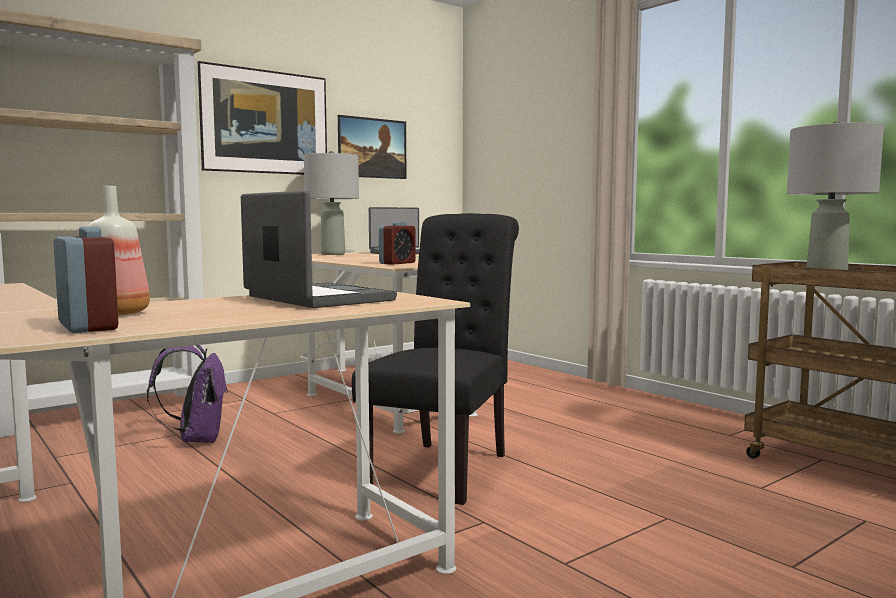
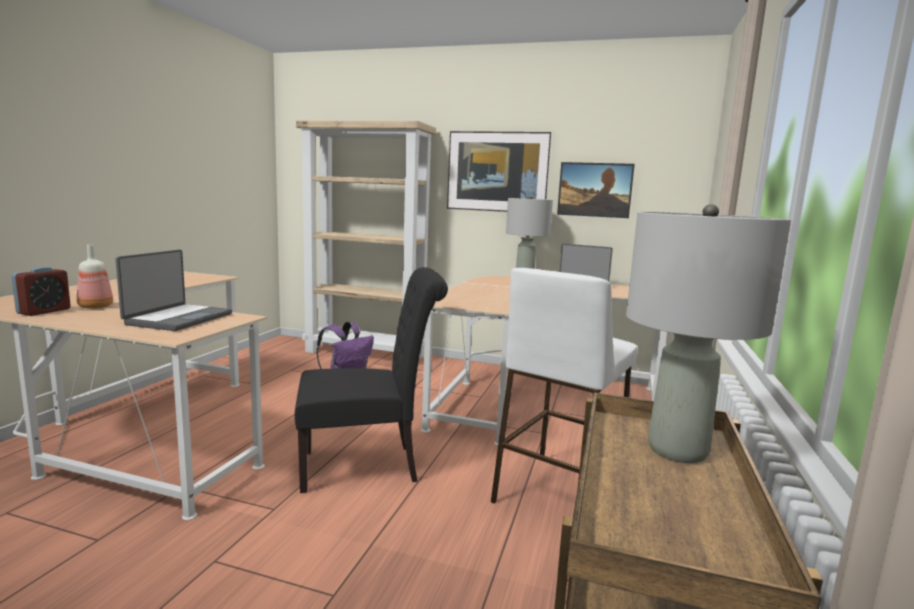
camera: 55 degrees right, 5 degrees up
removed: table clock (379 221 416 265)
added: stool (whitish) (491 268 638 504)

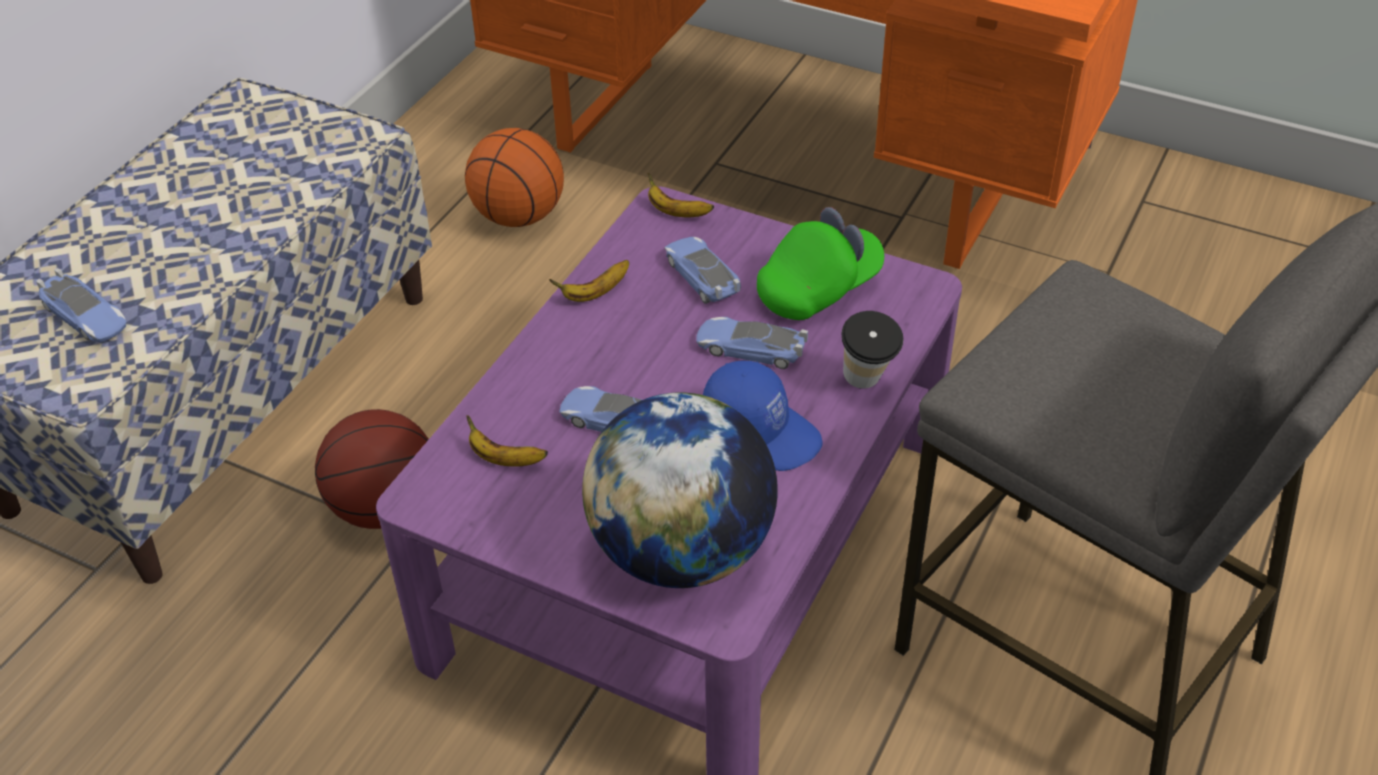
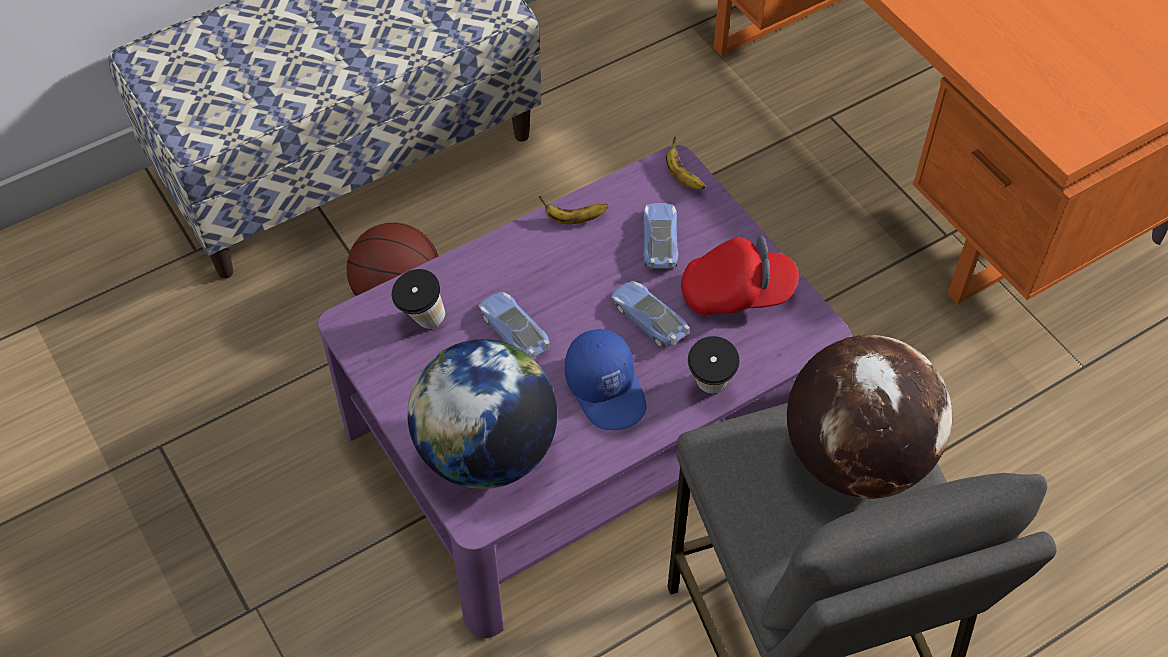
camera: 30 degrees right, 10 degrees up
removed: miniature car (36 268 126 342); ball for basketball (465 128 564 227)
added: globe (787 335 952 499)
replaced: banana fruit (466 415 548 467) to small cup (392 269 445 329)
recoloured: cap (greenish) (757 207 884 320) to cap (reddish) (681 235 799 316)

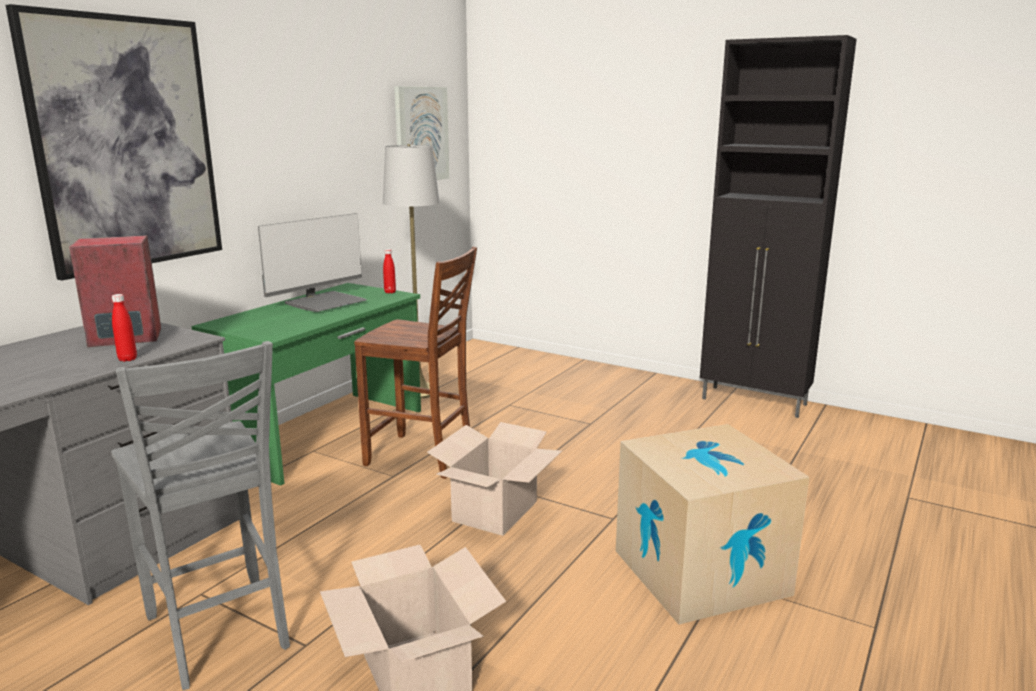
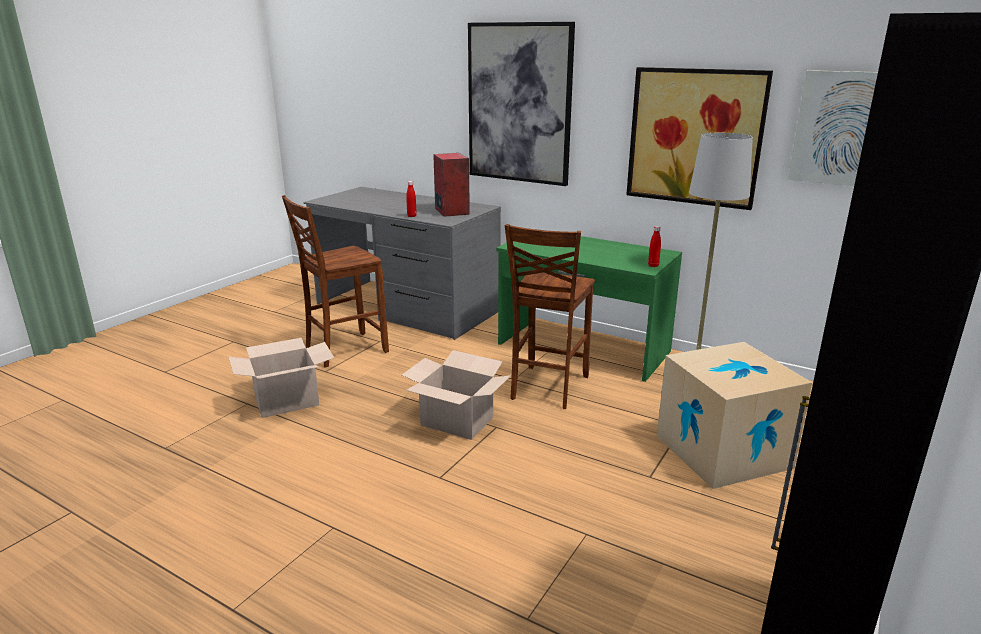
camera: 90 degrees right, 5 degrees up
removed: computer display (258 213 367 312)
added: wall art (626 67 773 210)
moved: carton (616 424 809 625) to (657 342 812 489)
recoloured: upright chair (grey) (111 341 290 690) to upright chair (brown) (282 195 389 368)

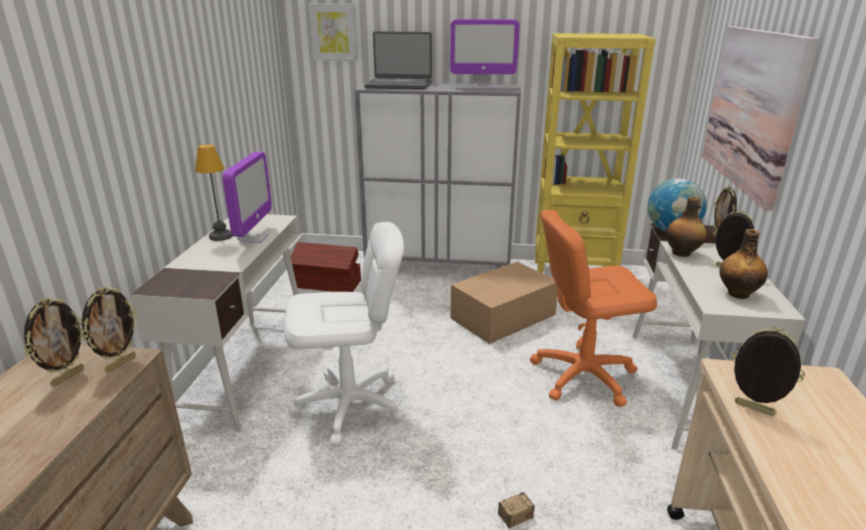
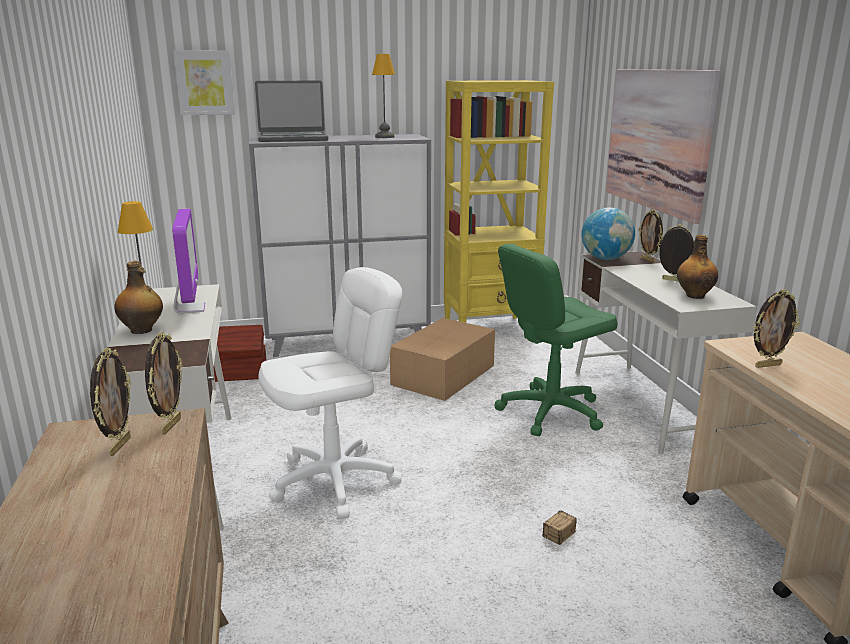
camera: 20 degrees left, 5 degrees down
moved: drink bottle (666 196 707 257) to (114 261 163 334)
replaced: computer display (450 19 520 89) to table lamp (372 54 395 138)
recoloured: computer chair (orangey) (530 210 657 407) to computer chair (greenish) (495 244 618 436)
turned: standing frame (732 326 805 416) = (753 289 800 368) 150 degrees clockwise

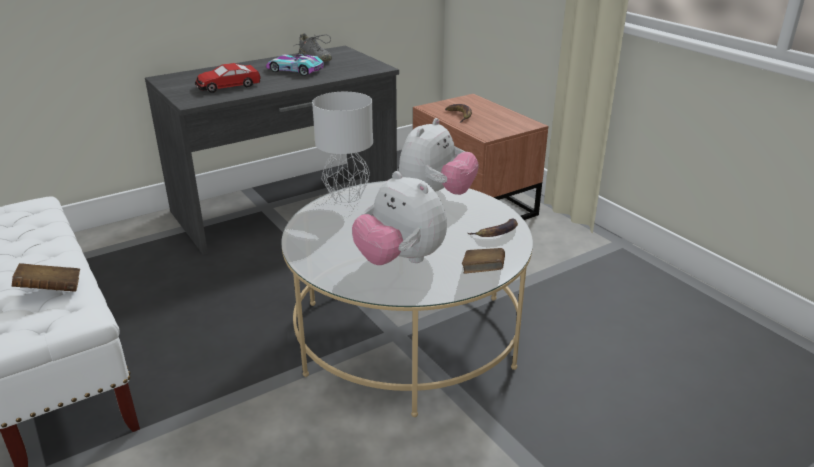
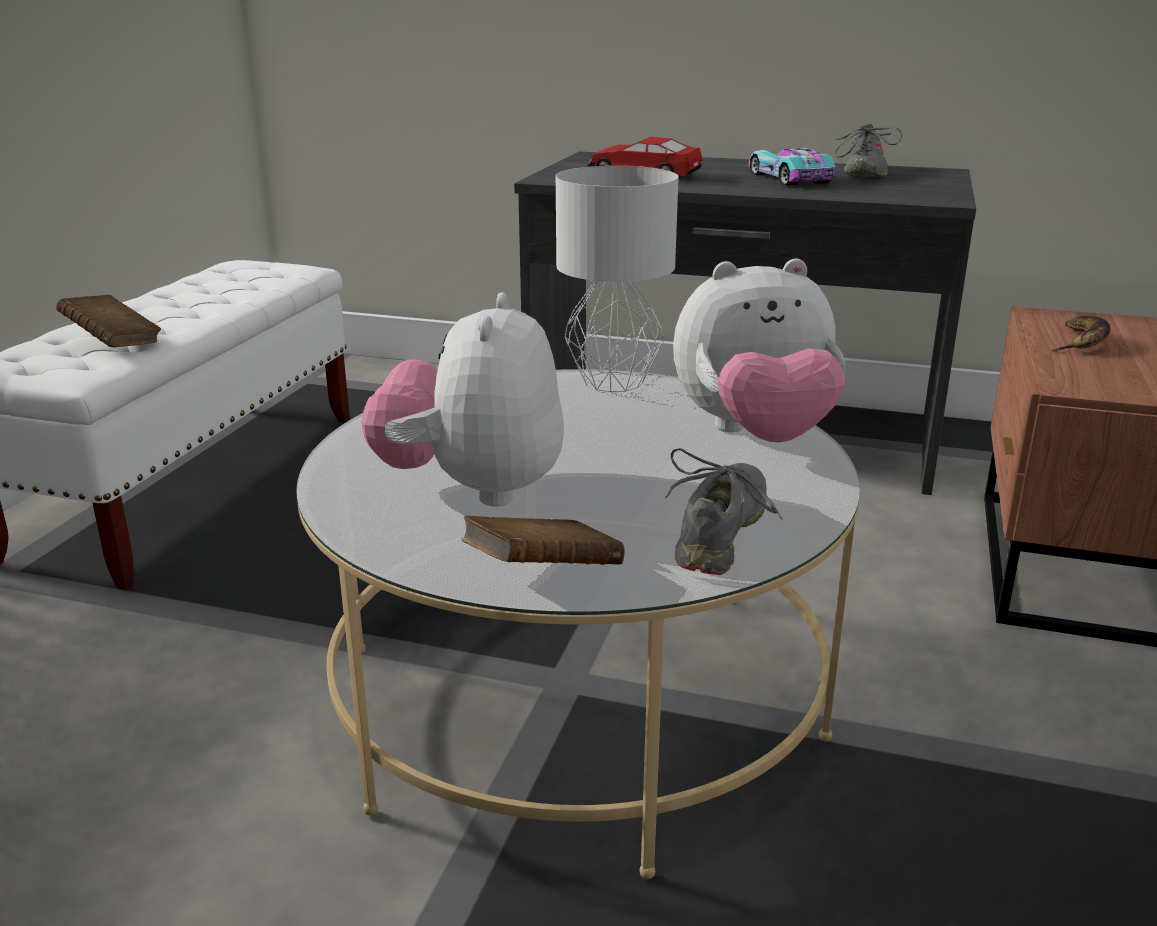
camera: 50 degrees right, 5 degrees down
replaced: banana fruit (468 219 518 237) to low shoe (grey) (665 448 783 575)

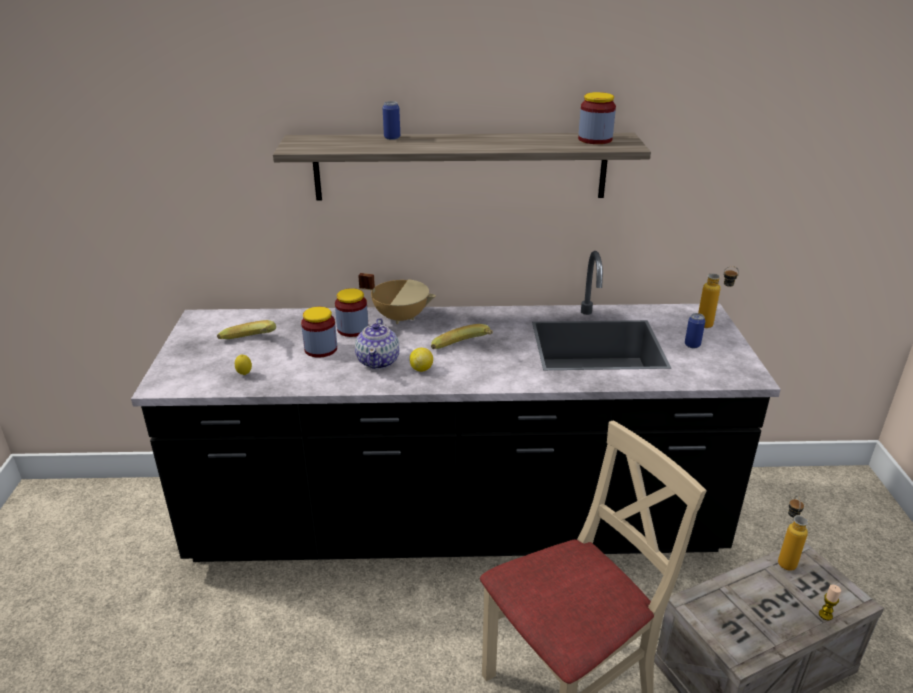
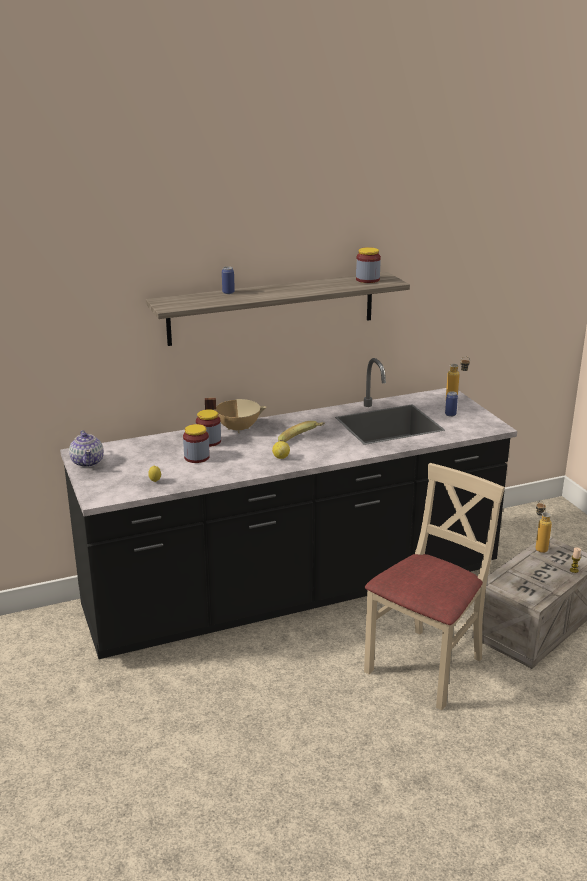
camera: 20 degrees left, 5 degrees down
removed: banana fruit (217 320 276 339)
moved: tea pot (355 318 399 369) to (69 430 104 467)

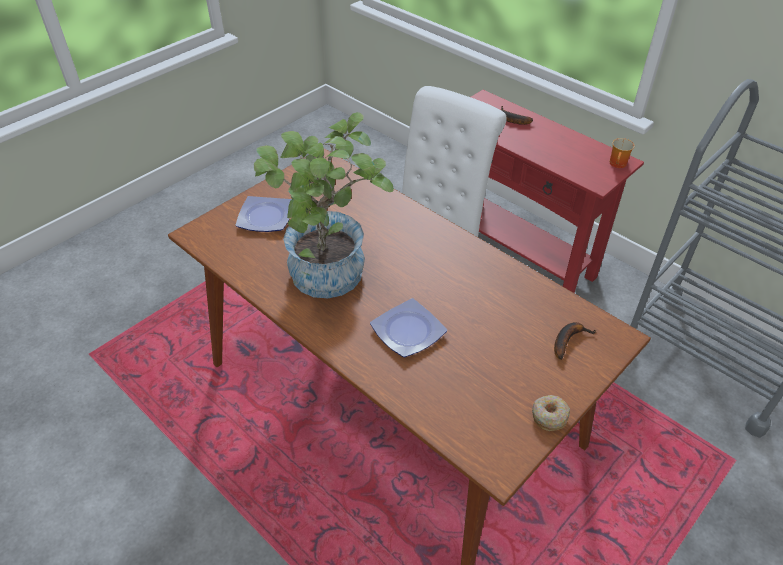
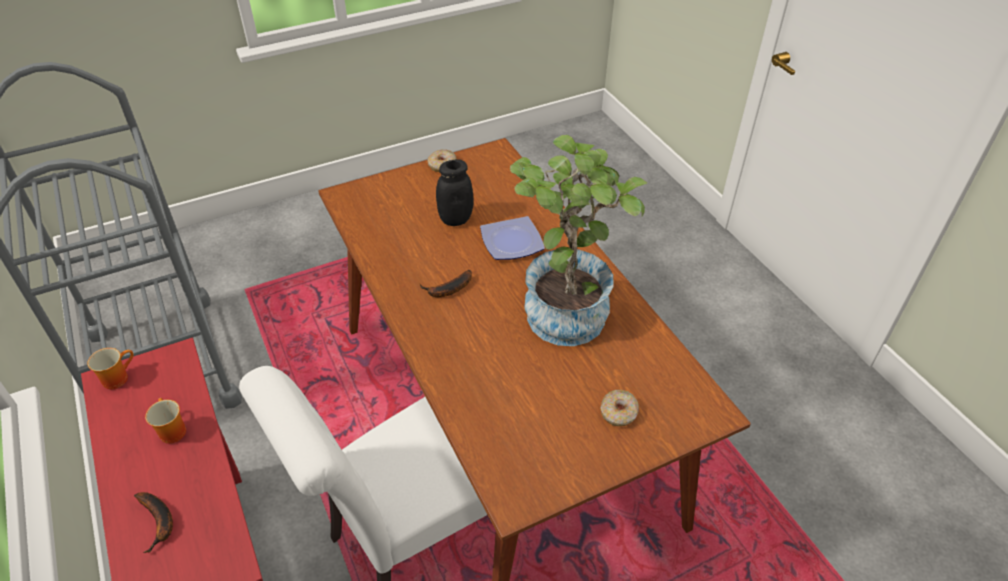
camera: 160 degrees left, 0 degrees up
added: coffee mug (145 398 186 444); jar (black) (436 159 473 226)
moved: banana fruit (554 322 597 360) to (420 270 472 297)
replaced: plate (236 196 292 232) to donut (600 390 639 426)

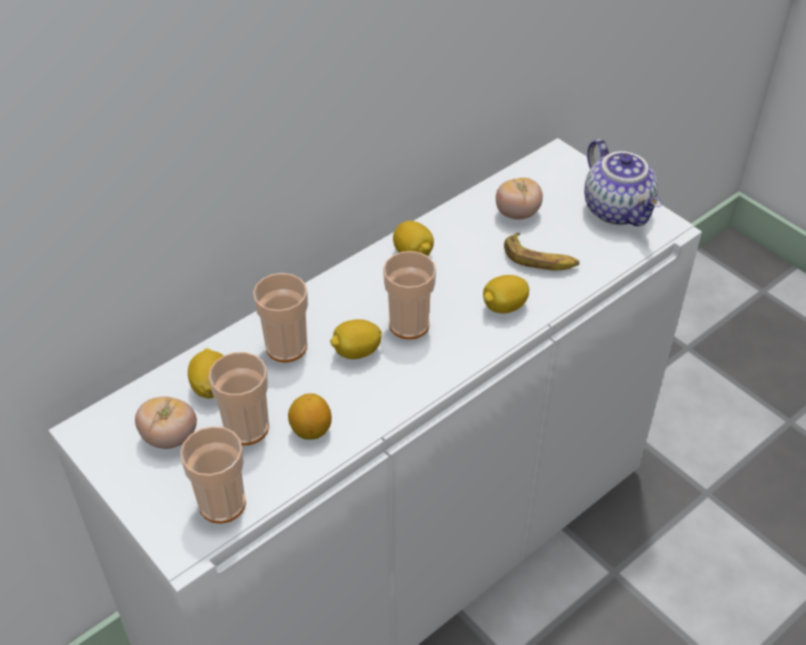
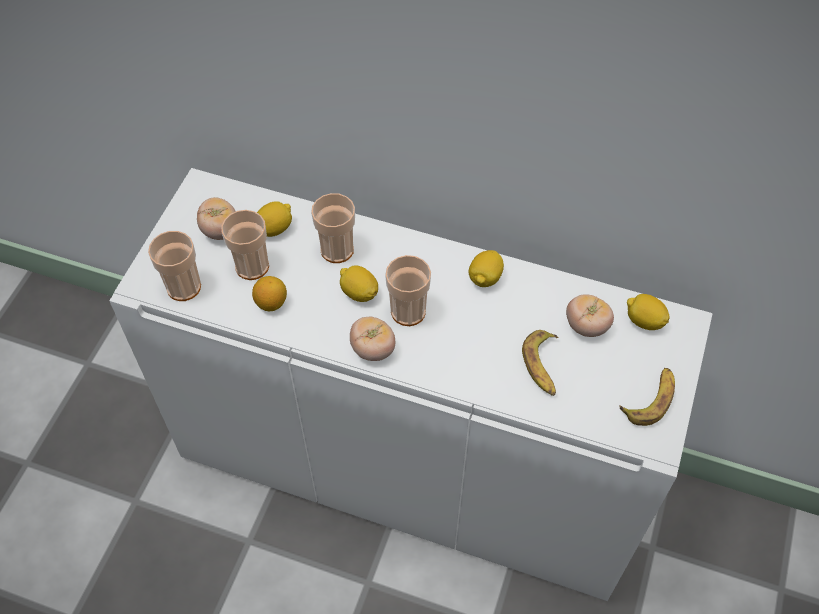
camera: 60 degrees right, 10 degrees up
added: fresh tomato (350 317 395 361)
moved: lemon (483 275 529 313) to (627 294 670 330)
replaced: tea pot (584 139 661 226) to banana fruit (620 368 675 426)

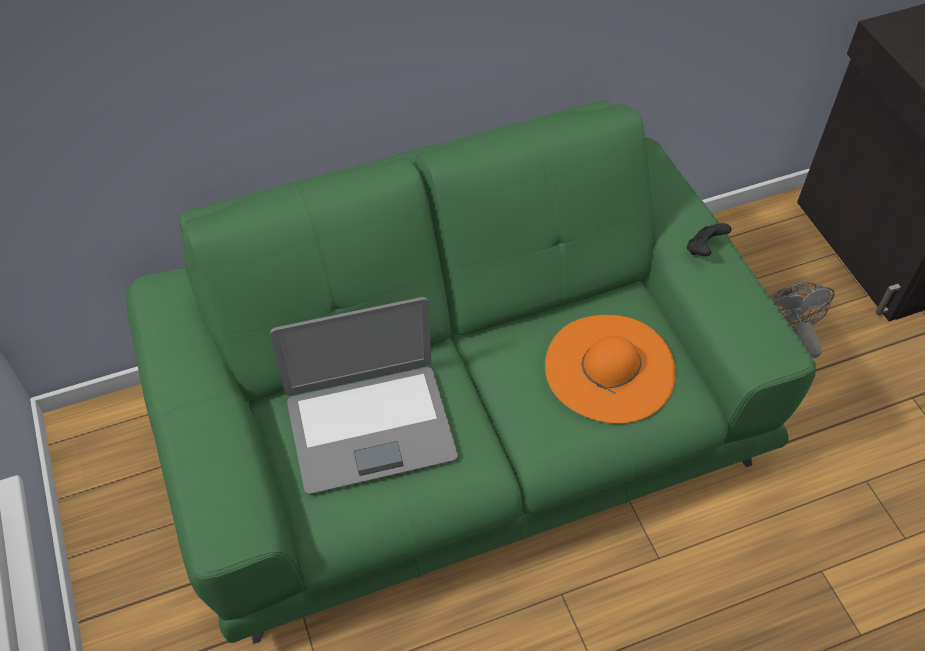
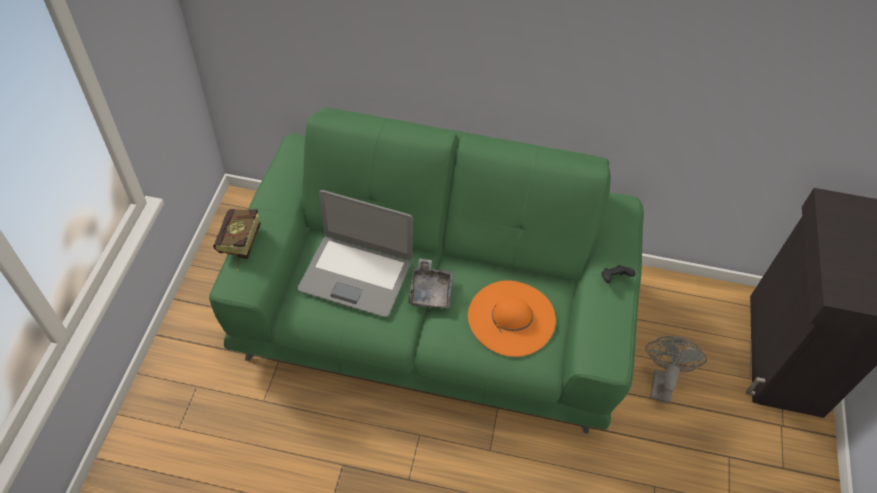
camera: 30 degrees right, 0 degrees up
added: book (213 209 261 271); carrying tray (grey) (408 258 454 308)

